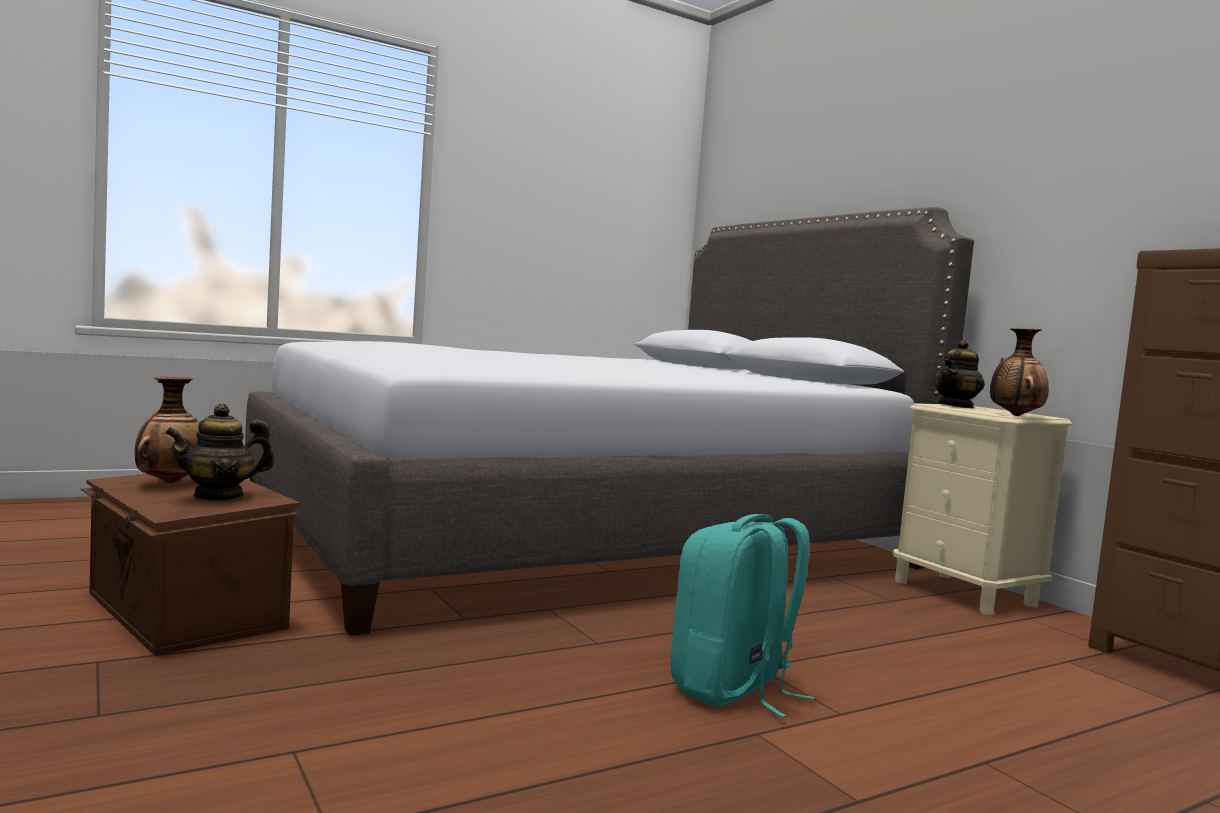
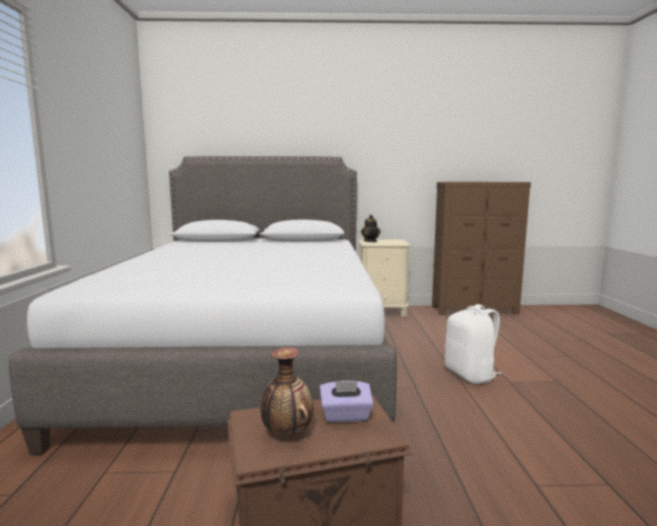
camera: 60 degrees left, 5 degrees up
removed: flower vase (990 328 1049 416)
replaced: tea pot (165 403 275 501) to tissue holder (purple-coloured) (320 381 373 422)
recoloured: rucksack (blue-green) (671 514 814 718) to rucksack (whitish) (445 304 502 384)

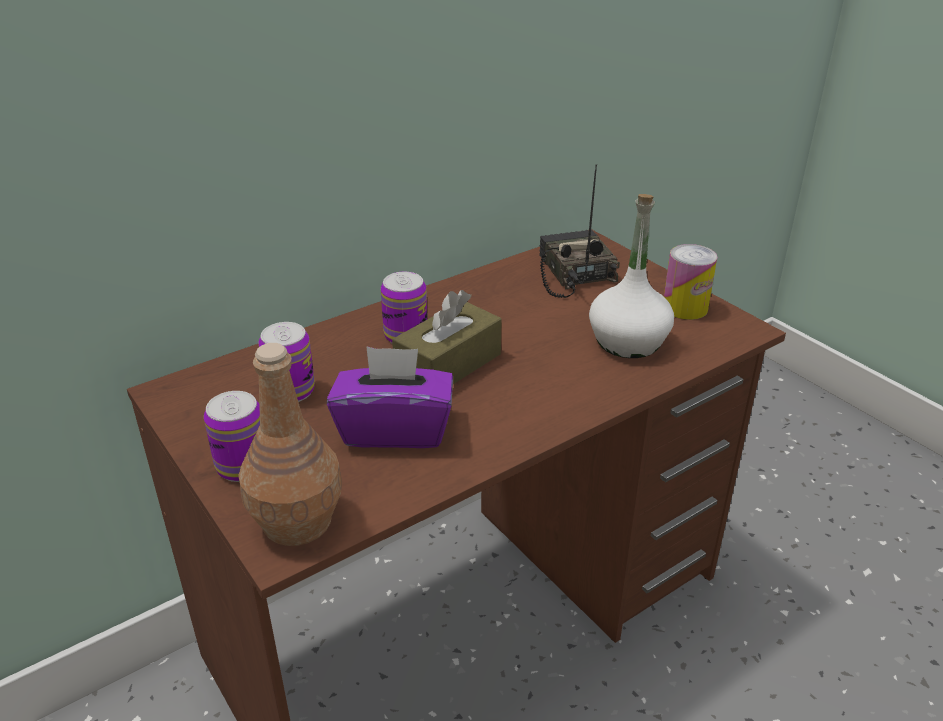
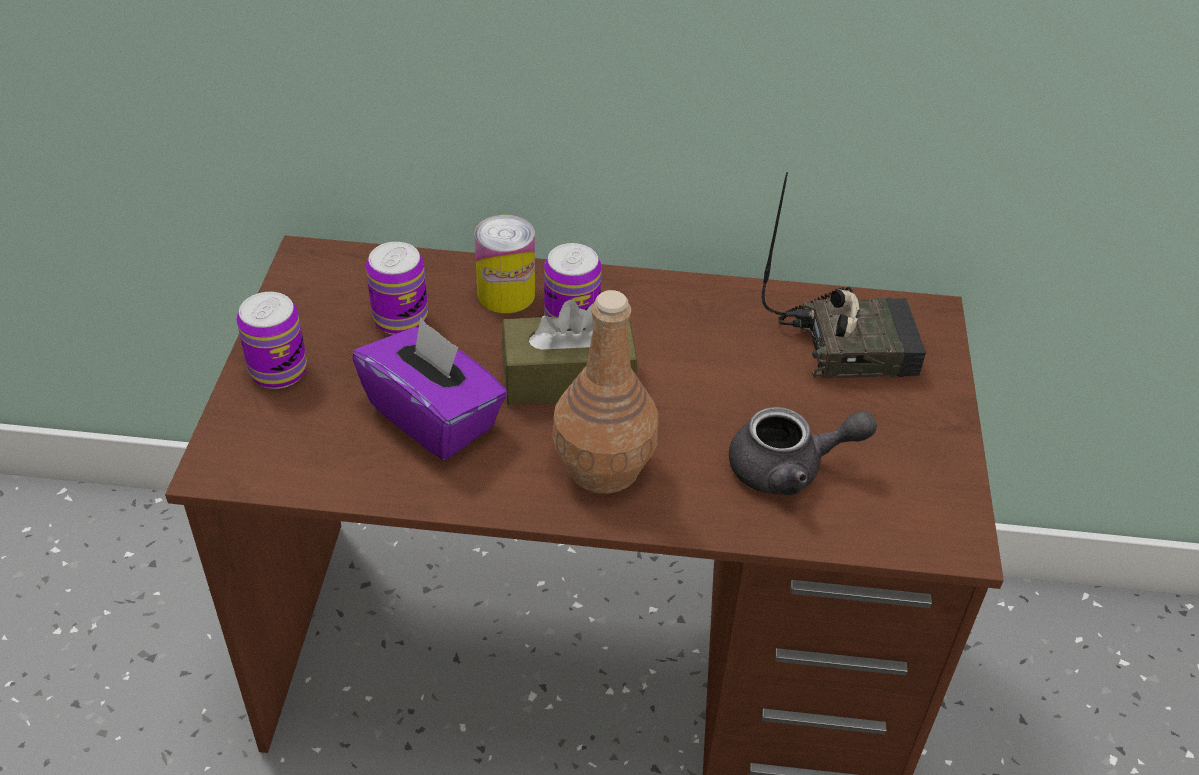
camera: 40 degrees right, 10 degrees up
moved: drink bottle (brown) (238 343 342 546) to (552 290 658 494); metal can (664 244 717 320) to (475 215 535 313)
replaced: drink bottle (whitish) (589 194 674 358) to tea pot (grey) (729 407 877 495)
turned: radio (539 164 620 298) = (762 172 926 378) 60 degrees clockwise

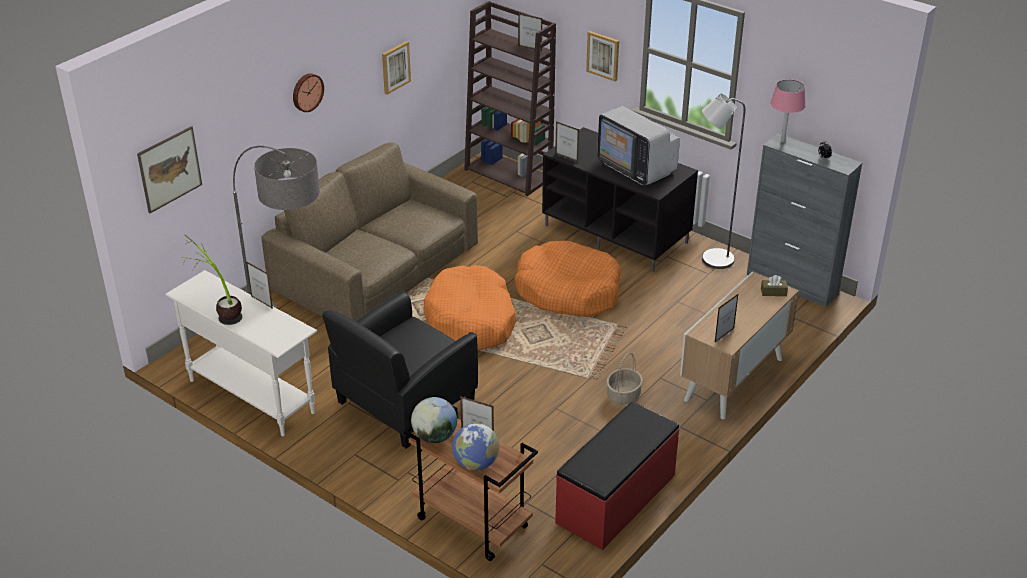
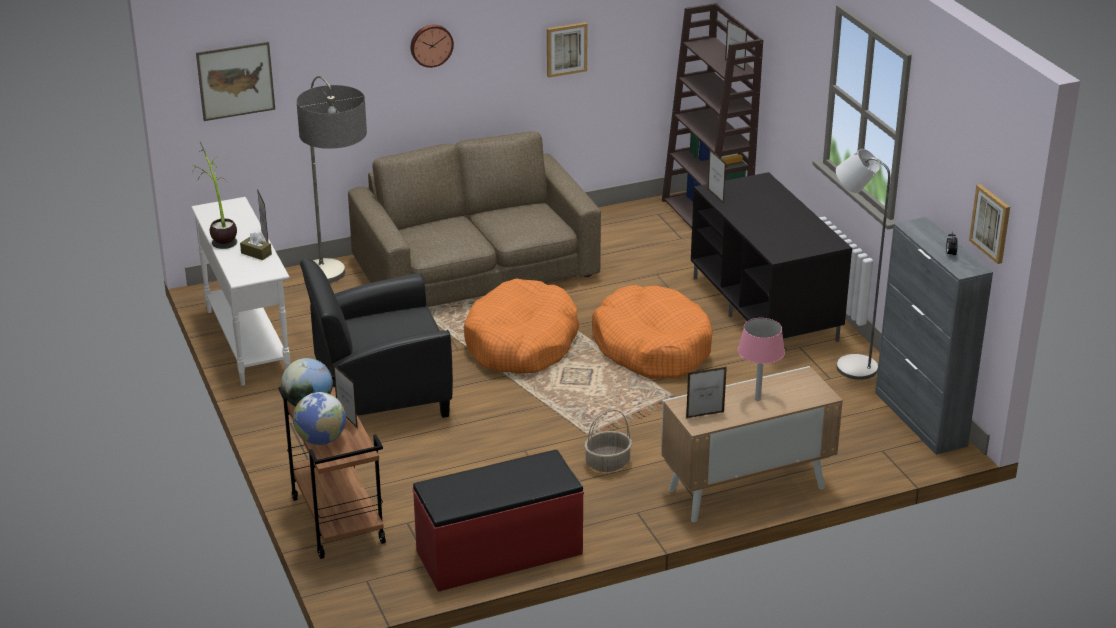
camera: 30 degrees right, 5 degrees down
removed: television (597 106 680 185)
moved: wall art (586 31 619 82) to (969 184 1010 264); tissue holder (brown) (761 275 788 296) to (240 232 272 260); table lamp (pink-coloured) (770 79 806 143) to (738 318 785 401)

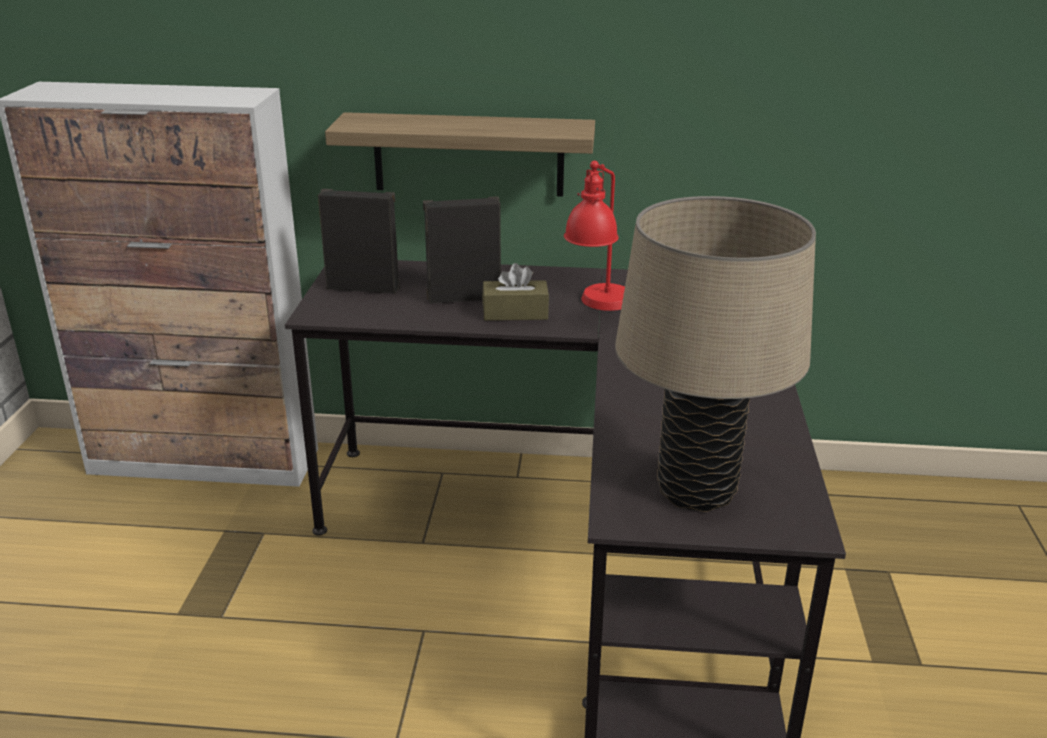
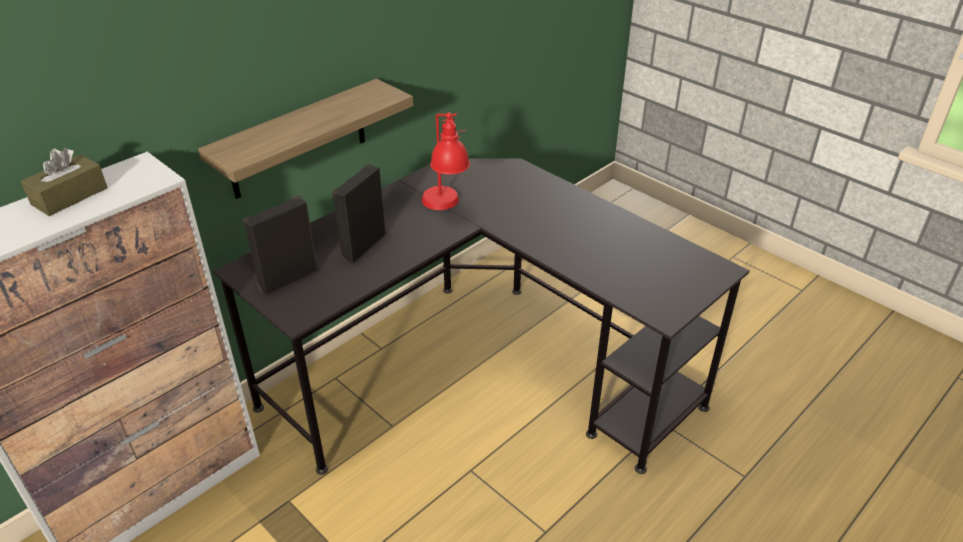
camera: 50 degrees left, 10 degrees up
removed: table lamp (sand-coloured) (615 196 816 512)
moved: tissue holder (brown) (482 263 549 321) to (21 148 107 216)

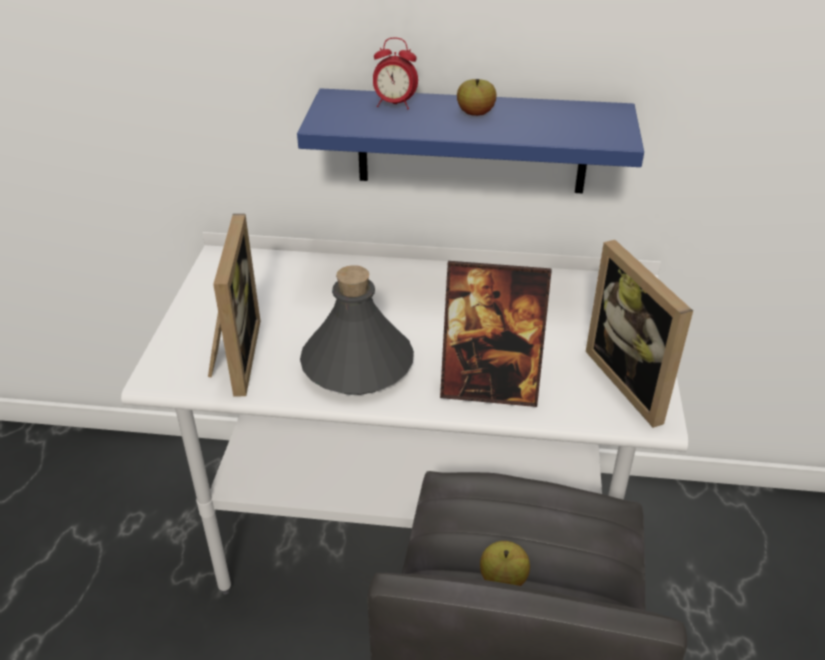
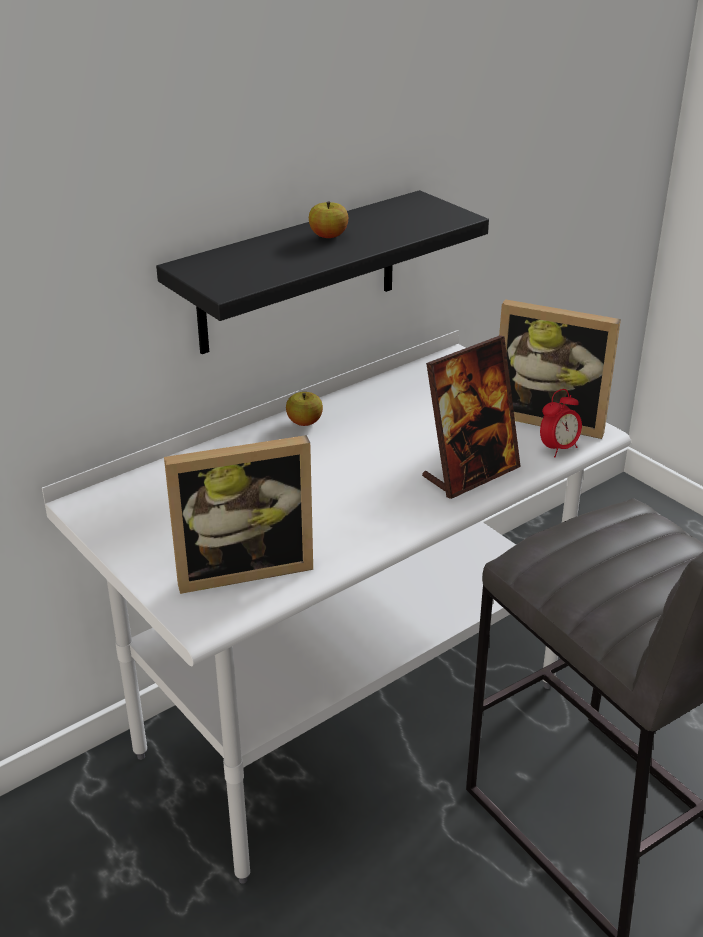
camera: 45 degrees left, 5 degrees down
removed: drink bottle (grey) (300 265 414 395)
moved: table clock (373 37 418 109) to (540 389 582 458); apple (480 541 530 586) to (286 392 323 426)
recoloured: wall shelf (blue) (297 88 644 193) to wall shelf (black) (156 190 489 354)
turned: standing frame (208 214 261 396) = (164 435 313 594) 120 degrees clockwise

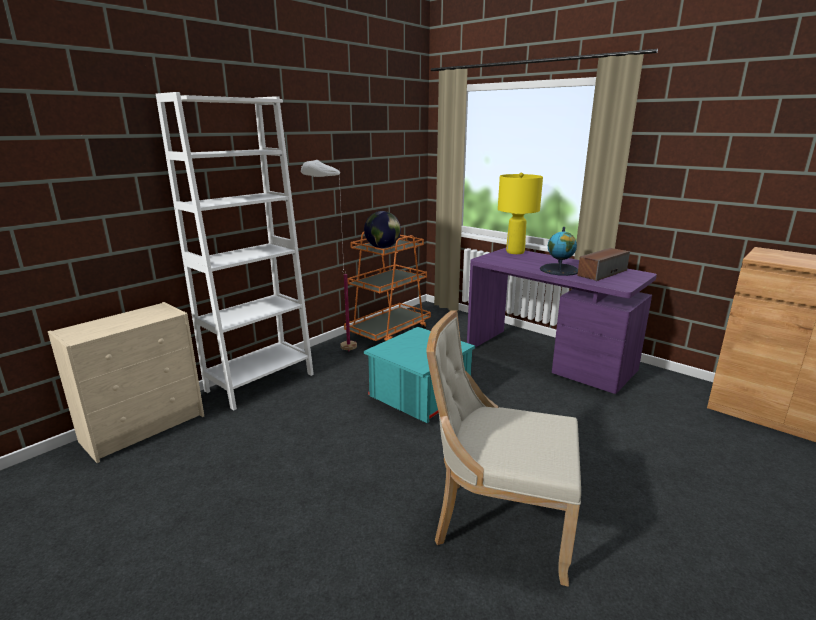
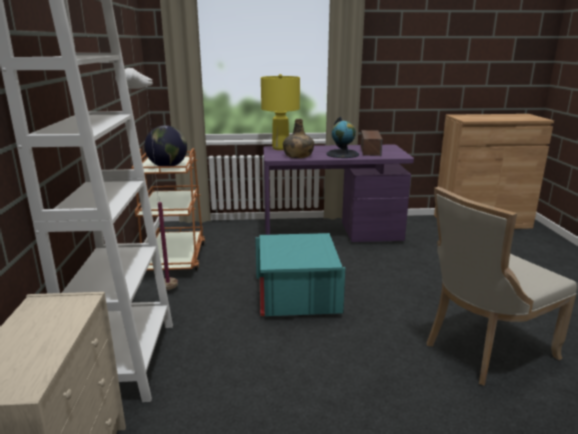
camera: 45 degrees left, 0 degrees up
added: drink bottle (greenish) (283 119 314 158)

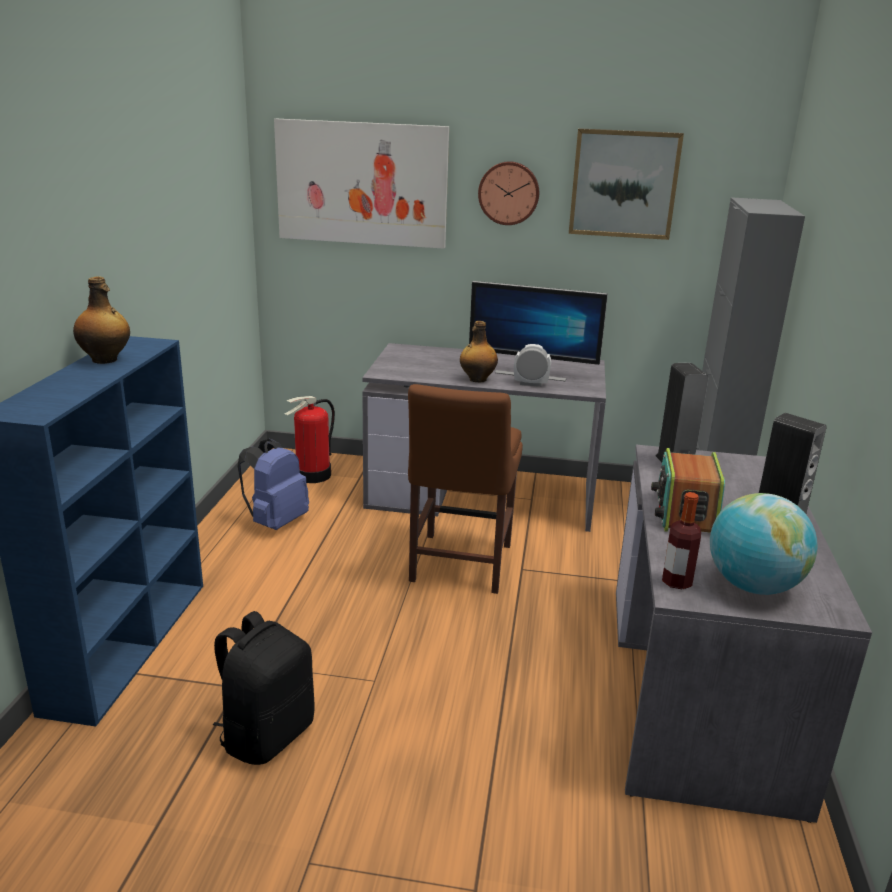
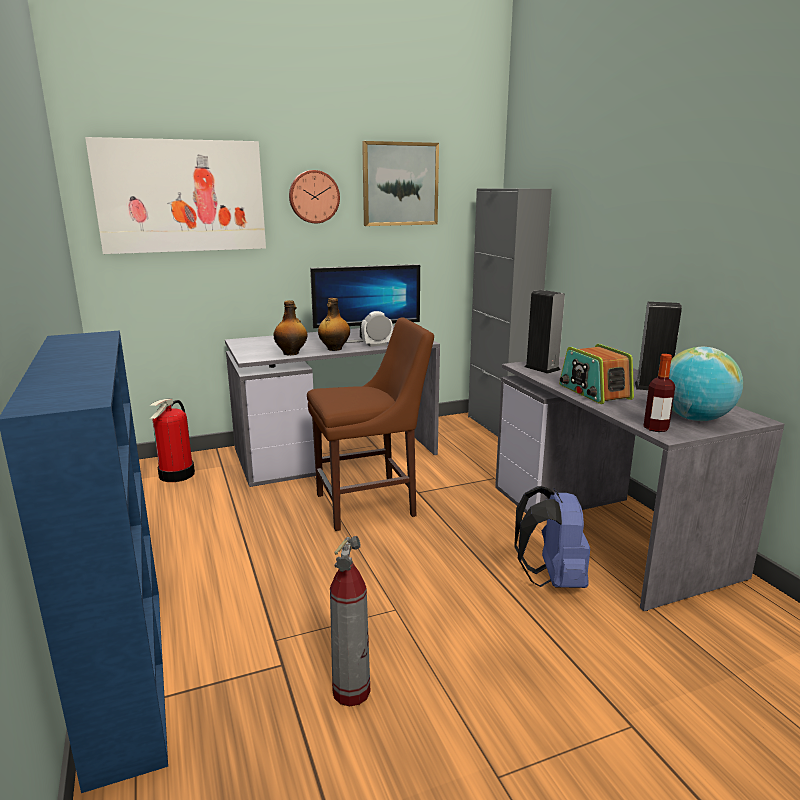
camera: 30 degrees left, 5 degrees down
moved: drink bottle (73 276 130 364) to (274 300 307 355); rucksack (blue) (238 439 309 530) to (514 486 590 588)
replaced: rucksack (black) (213 611 314 765) to extinguisher (330 536 370 706)
turned: upright chair (brown) (408 384 523 594) = (307 317 434 531) 90 degrees counterclockwise

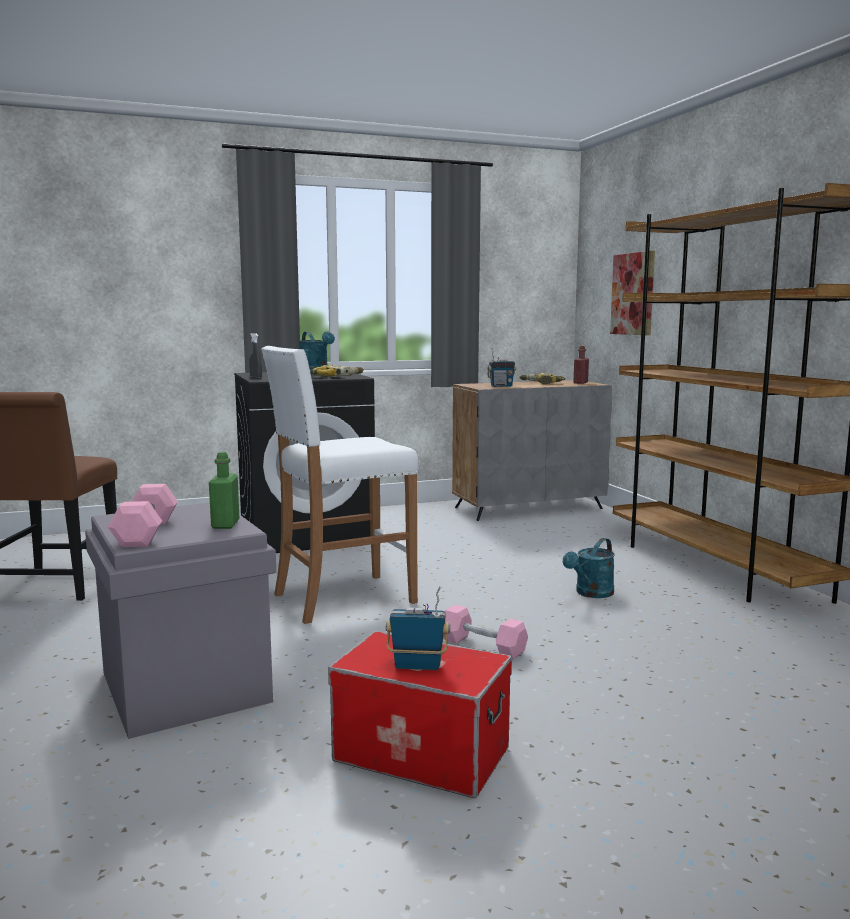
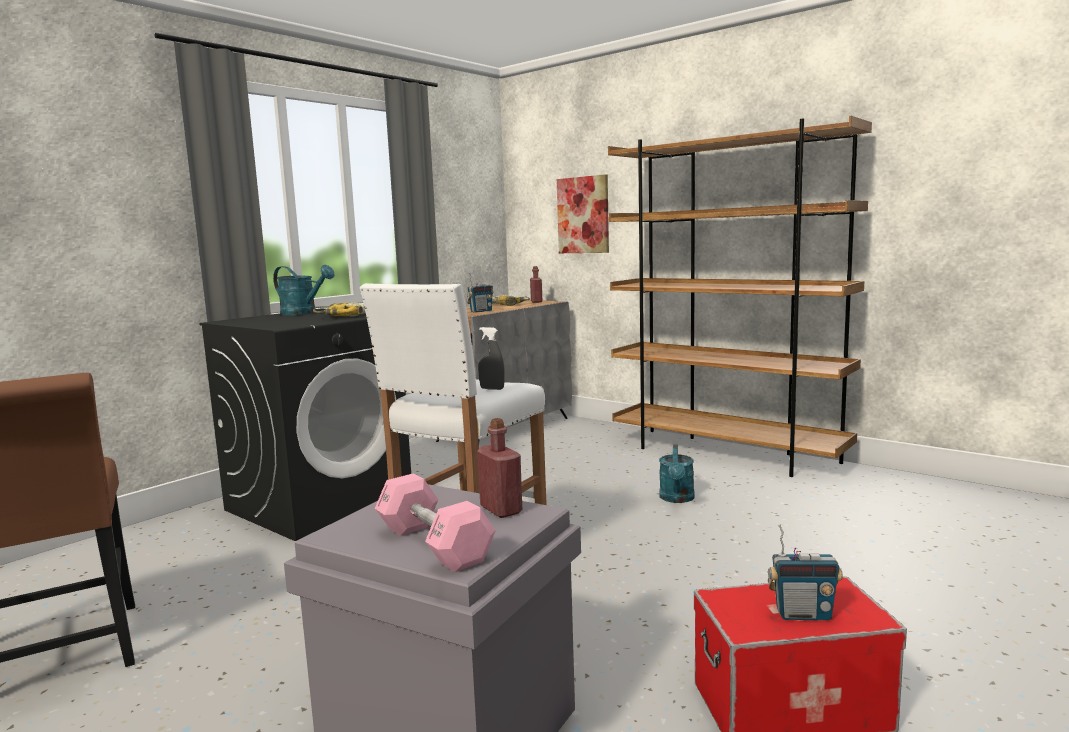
camera: 30 degrees left, 0 degrees up
removed: dumbbell (pink-coloured) (443 605 528 660)
moved: hand sprayer (grey) (249 333 262 378) to (478 327 505 390)
recoloured: drink bottle (greenish) (209 452 240 529) to drink bottle (reddish) (477 418 522 518)
turned: radio (386 586 450 670) = (768 524 843 620) 150 degrees counterclockwise

